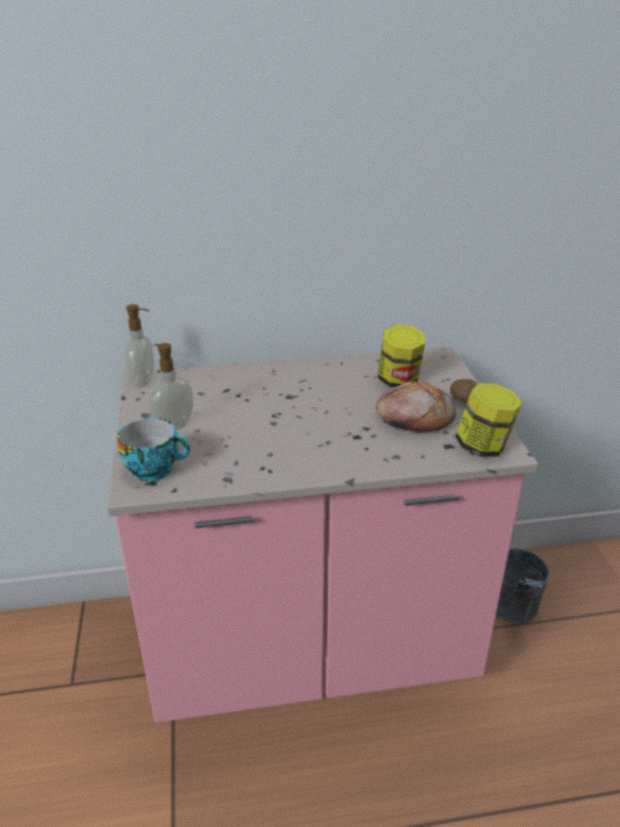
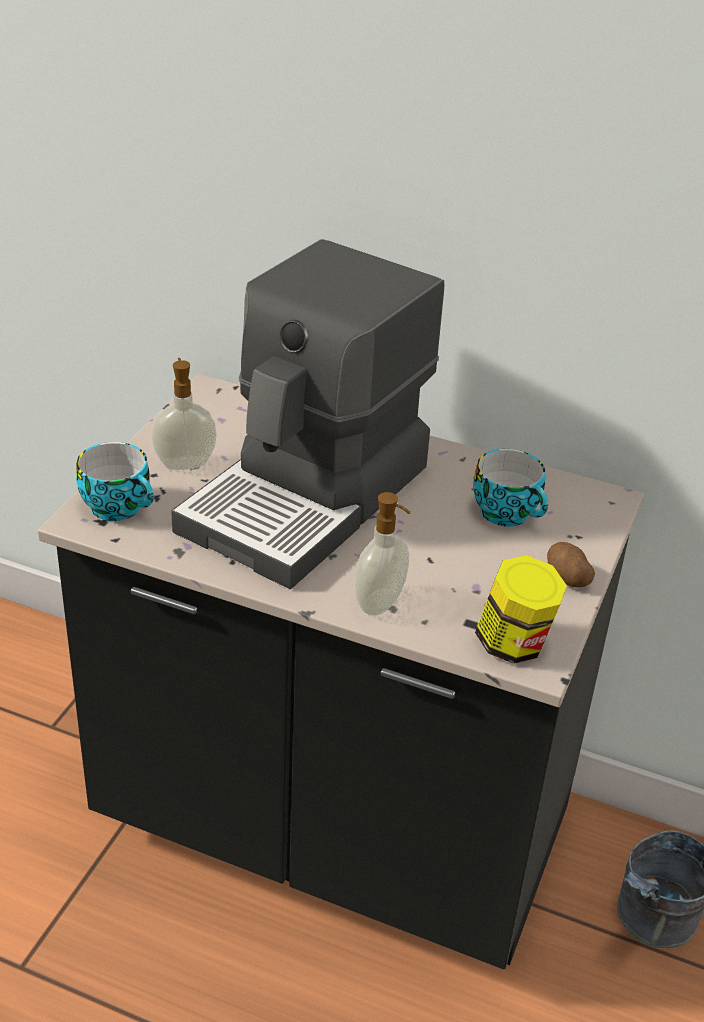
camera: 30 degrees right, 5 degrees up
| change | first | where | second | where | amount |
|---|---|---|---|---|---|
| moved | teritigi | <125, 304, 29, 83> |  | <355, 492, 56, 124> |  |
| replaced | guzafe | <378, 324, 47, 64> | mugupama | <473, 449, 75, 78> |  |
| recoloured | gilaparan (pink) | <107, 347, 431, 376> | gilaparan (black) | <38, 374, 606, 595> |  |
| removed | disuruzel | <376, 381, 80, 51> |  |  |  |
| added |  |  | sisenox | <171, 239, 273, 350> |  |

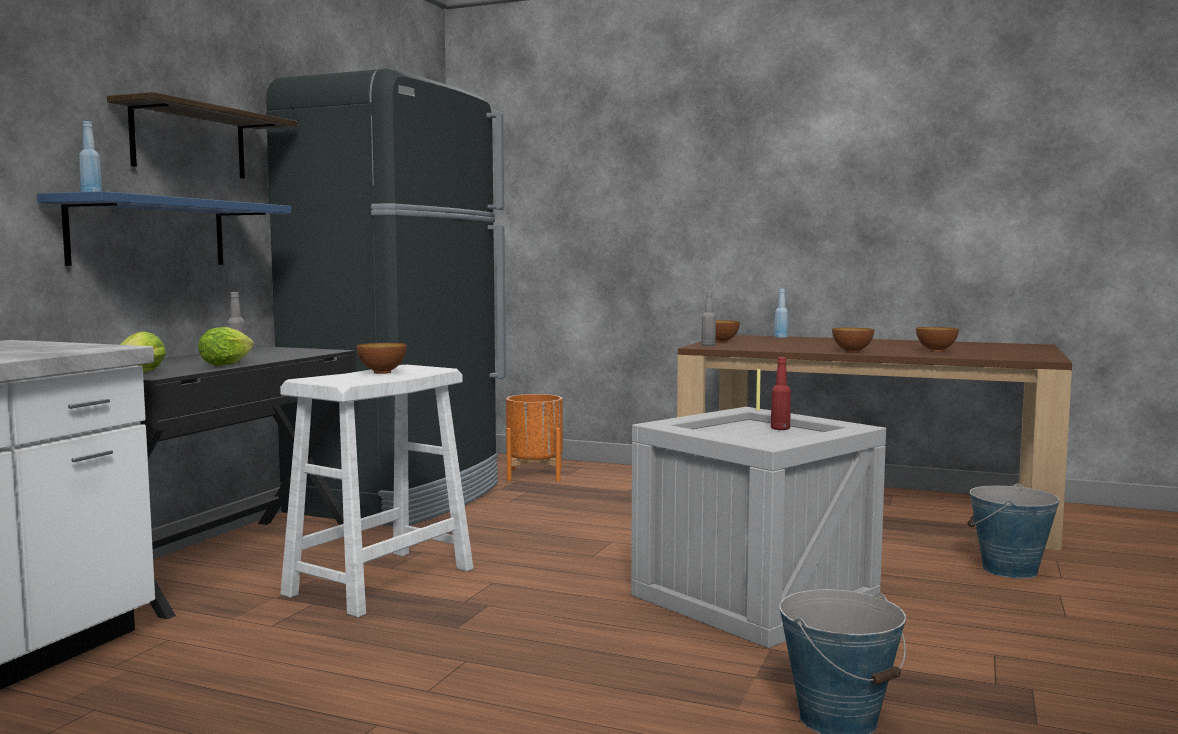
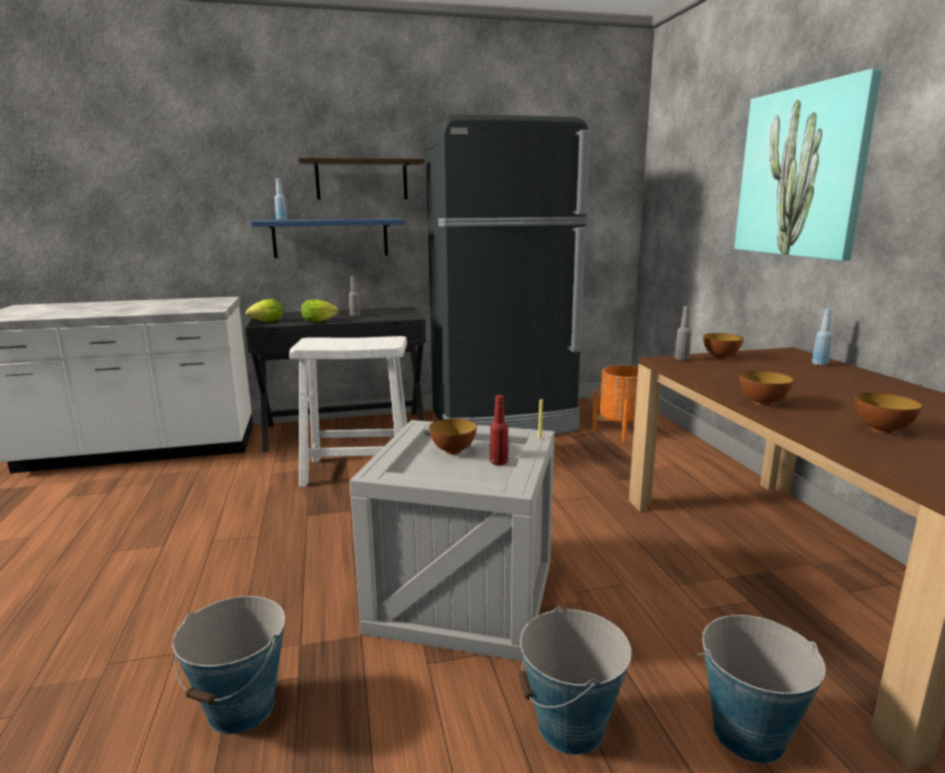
camera: 55 degrees right, 10 degrees up
| change | first | where | second | where | amount |
|---|---|---|---|---|---|
| moved | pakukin | <356, 343, 51, 31> |  | <429, 418, 48, 37> |  |
| added |  |  | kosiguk | <734, 68, 148, 193> |  |
| added |  |  | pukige | <518, 606, 114, 149> |  |

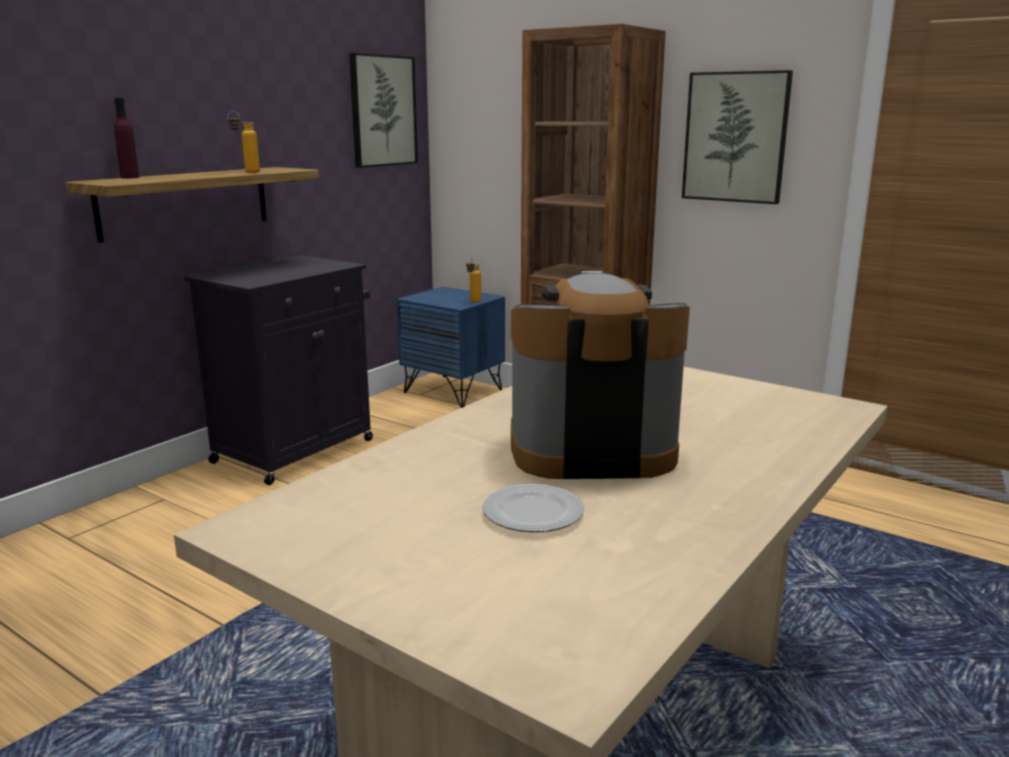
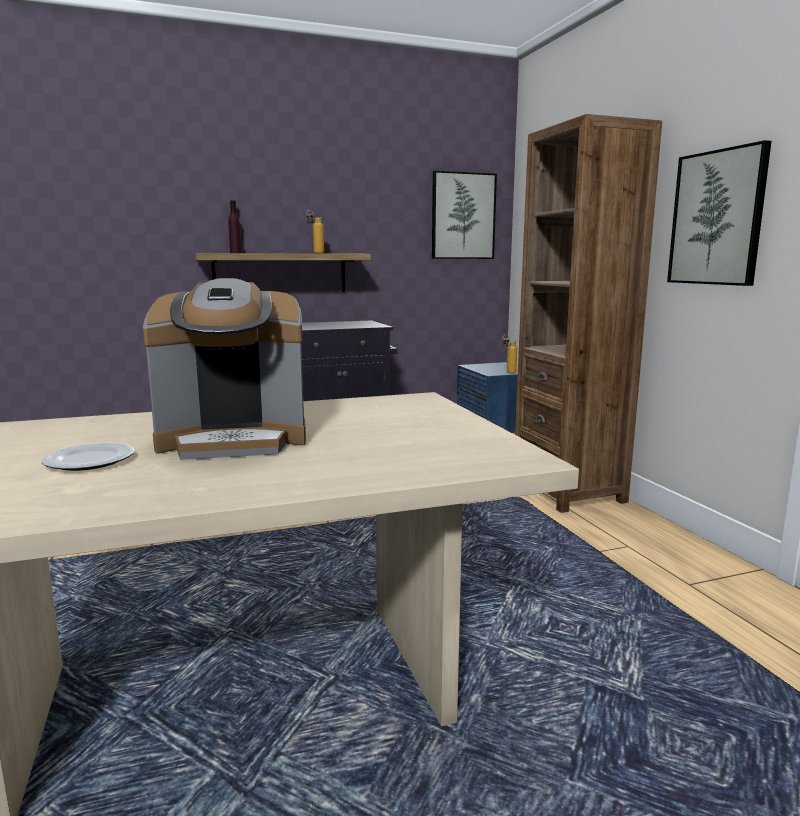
camera: 35 degrees right, 5 degrees down
| change | first | where | second | where | amount |
|---|---|---|---|---|---|
| turned | sisenox | <511, 270, 179, 209> |  | <143, 278, 163, 182> | 135 degrees clockwise |

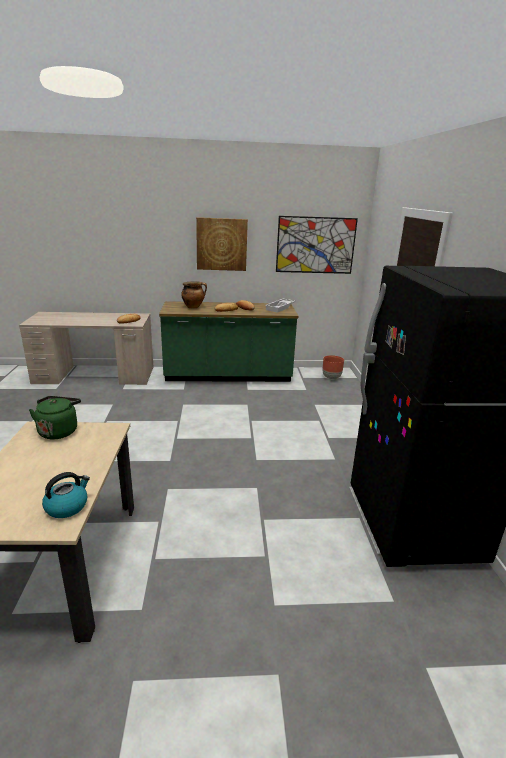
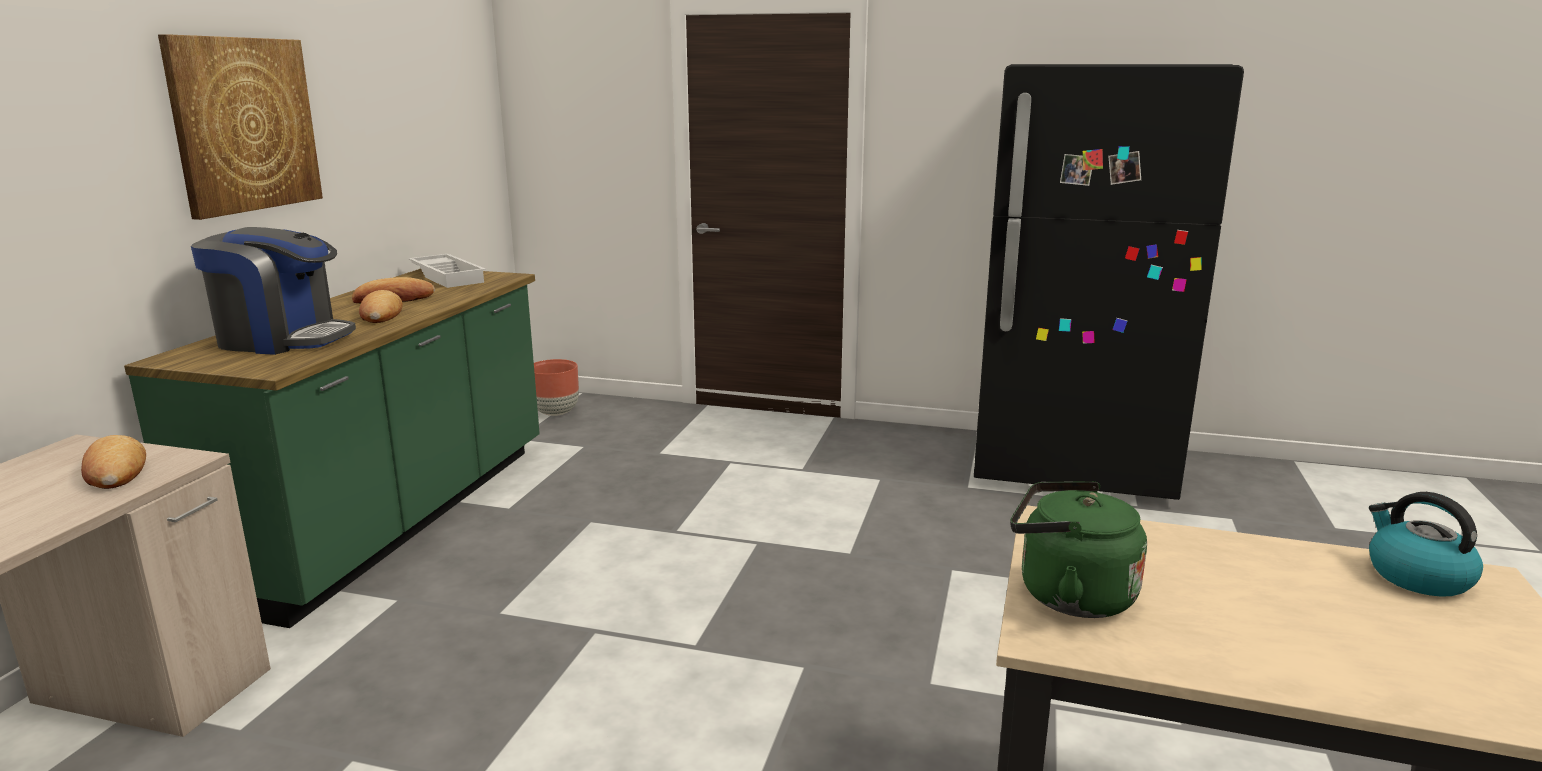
camera: 70 degrees left, 5 degrees down
| change | first | where | second | where | amount |
|---|---|---|---|---|---|
| removed | kosiguk | <276, 216, 82, 58> |  |  |  |
| replaced | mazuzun | <181, 281, 26, 27> | sisenox | <191, 227, 165, 128> |  |

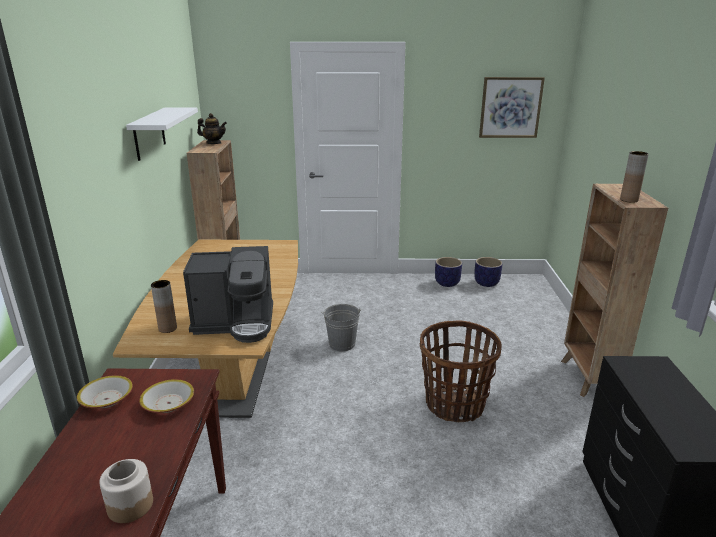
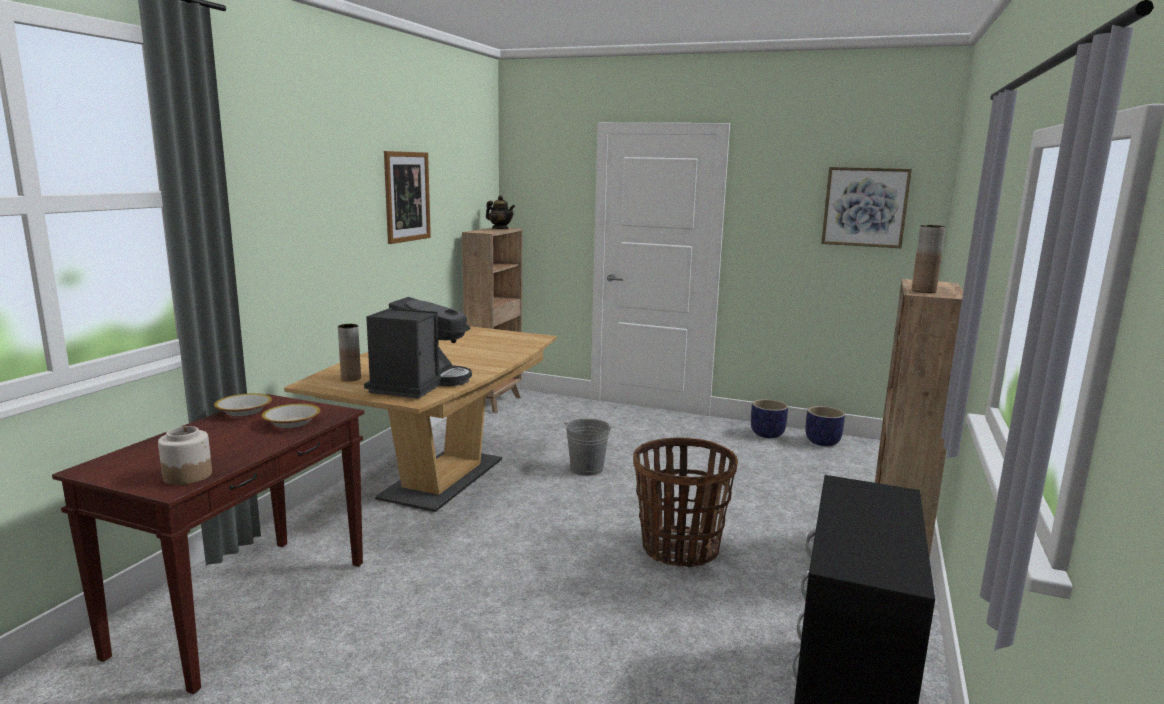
camera: 20 degrees right, 10 degrees down
| change | first | where | second | where | amount |
|---|---|---|---|---|---|
| replaced | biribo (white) | <126, 108, 72, 53> | kosiguk | <384, 151, 47, 93> |  |
| turned | sisenox | <183, 246, 90, 97> |  | <364, 297, 108, 101> | 90 degrees counterclockwise |

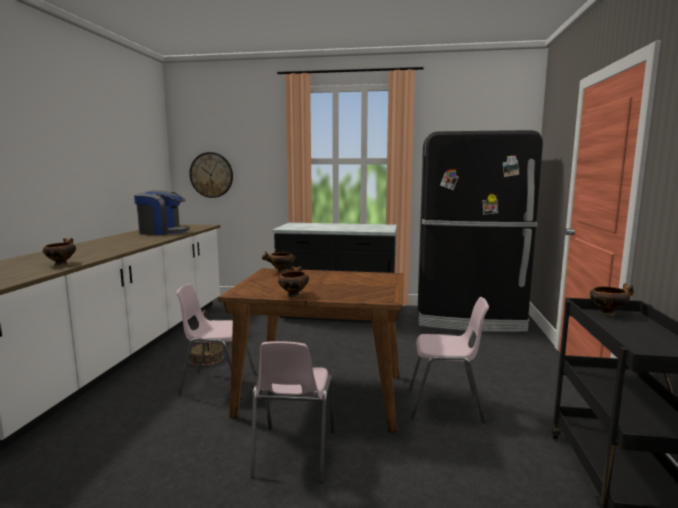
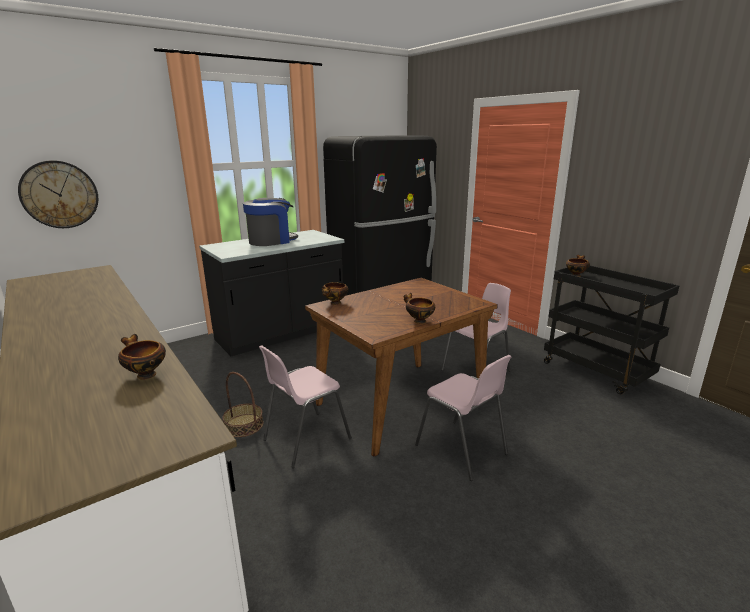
camera: 45 degrees left, 10 degrees up
| change | first | where | second | where | amount |
|---|---|---|---|---|---|
| moved | sisenox | <134, 190, 55, 45> |  | <243, 198, 55, 48> |  |

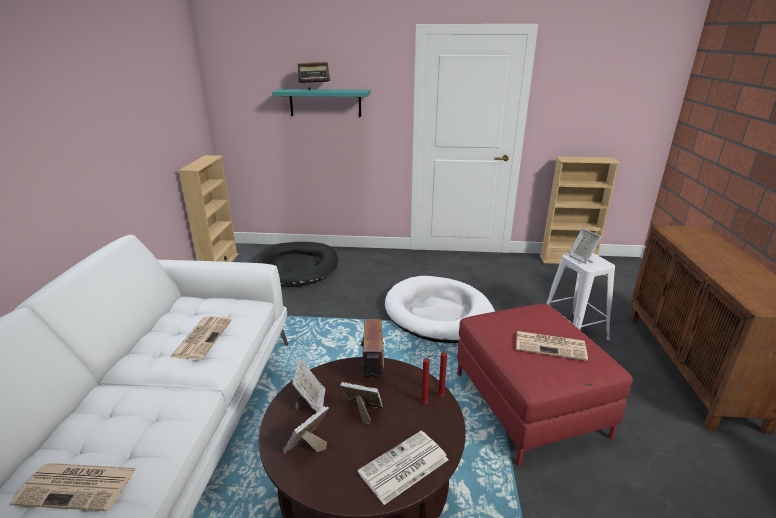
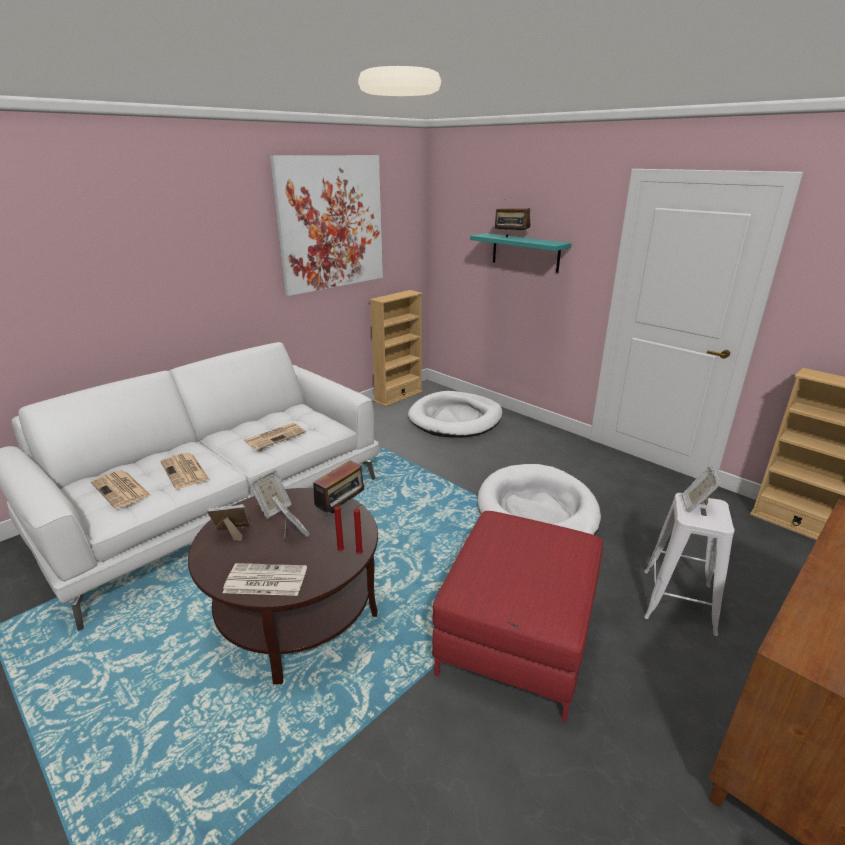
camera: 40 degrees right, 0 degrees up
| change | first | where | second | where | amount |
|---|---|---|---|---|---|
| recoloured | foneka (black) | <252, 242, 86, 45> | foneka (white) | <408, 391, 95, 47> |  |
| moved | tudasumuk | <516, 331, 72, 30> |  | <160, 453, 50, 36> |  |
| added |  |  | kosiguk | <270, 155, 113, 141> |  |

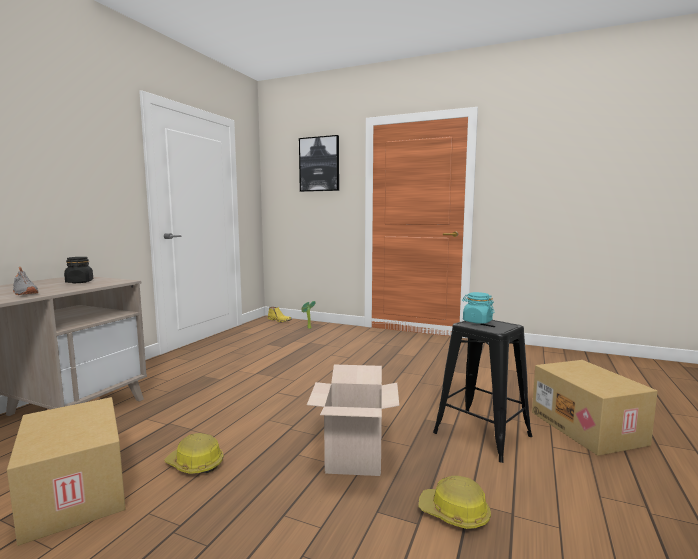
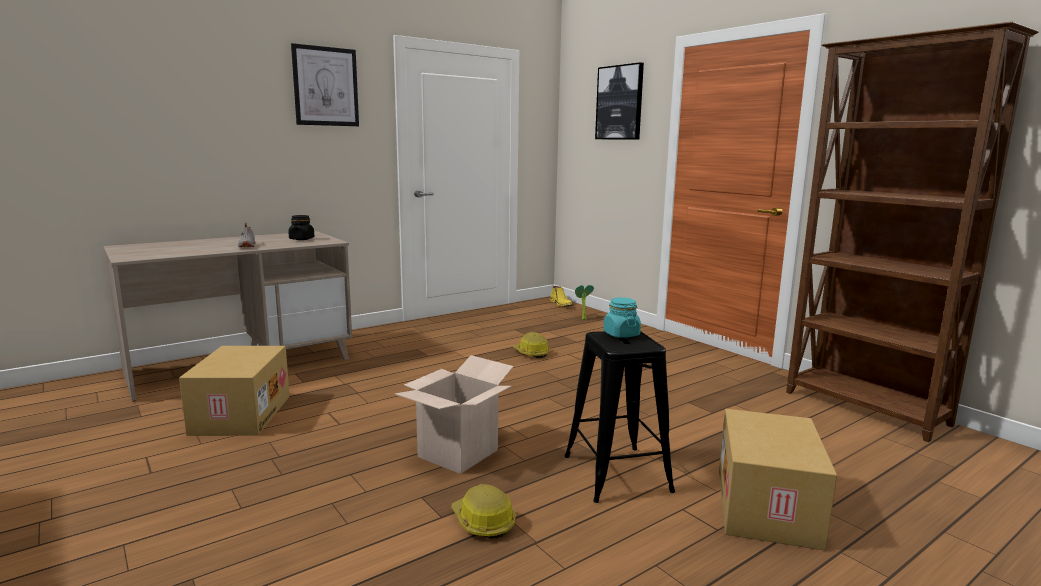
camera: 30 degrees right, 5 degrees up
| change | first | where | second | where | amount |
|---|---|---|---|---|---|
| moved | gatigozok | <164, 433, 60, 41> |  | <513, 332, 37, 26> |  |
| added |  |  | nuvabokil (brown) | <786, 22, 253, 420> |  |
| added |  |  | kosiguk | <291, 43, 68, 83> |  |

